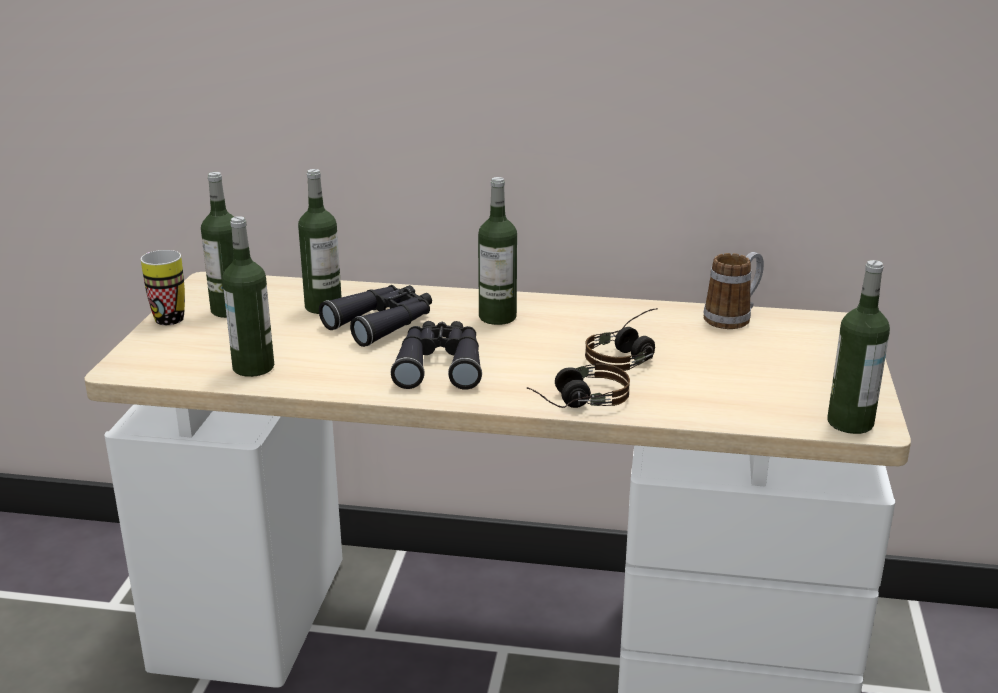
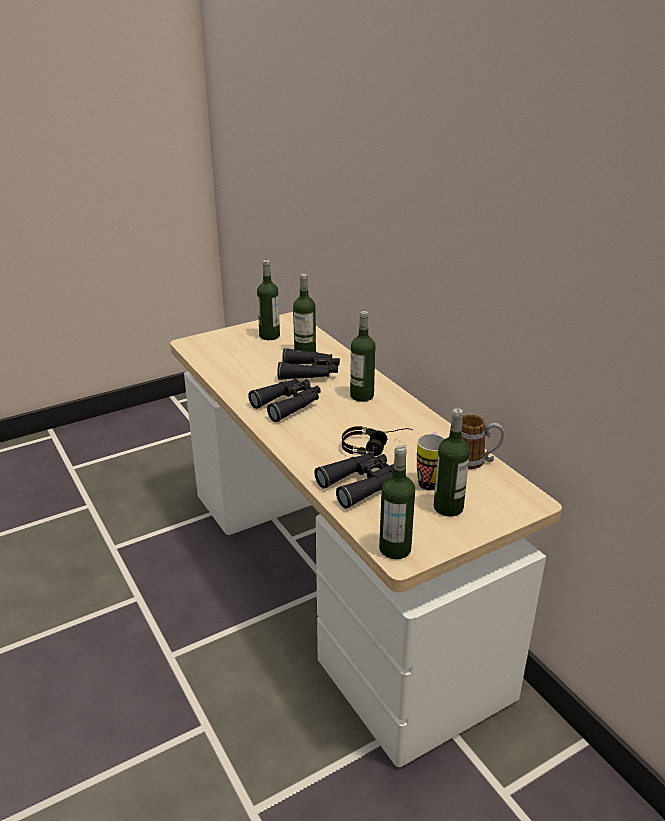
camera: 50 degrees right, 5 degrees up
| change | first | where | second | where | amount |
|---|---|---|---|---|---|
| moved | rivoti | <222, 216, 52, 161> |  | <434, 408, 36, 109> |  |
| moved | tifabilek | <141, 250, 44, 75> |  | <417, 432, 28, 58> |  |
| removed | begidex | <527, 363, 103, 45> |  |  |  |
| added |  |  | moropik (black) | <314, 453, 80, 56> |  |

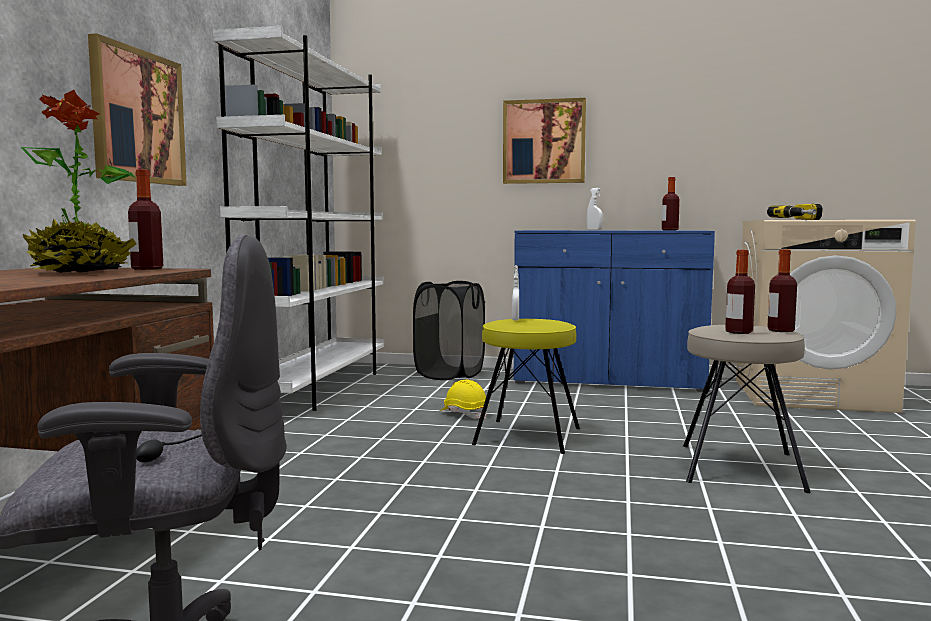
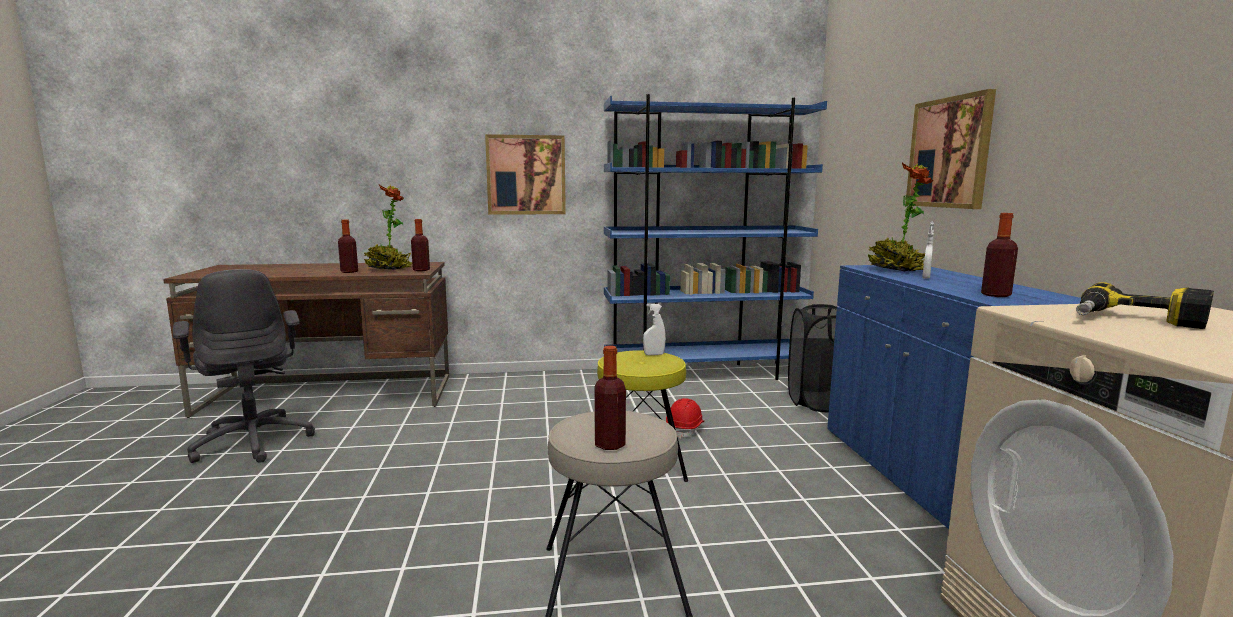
camera: 70 degrees right, 5 degrees up
| change | first | where | second | where | amount |
|---|---|---|---|---|---|
| recoloured | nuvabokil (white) | <213, 26, 171, 385> | nuvabokil (blue) | <604, 94, 223, 286> |  |
| moved | rivoti | <725, 250, 30, 84> |  | <338, 220, 20, 53> |  |
| recoloured | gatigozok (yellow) | <440, 379, 49, 40> | gatigozok (red) | <666, 398, 38, 41> |  |
| added |  |  | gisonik | <868, 163, 66, 108> |  |

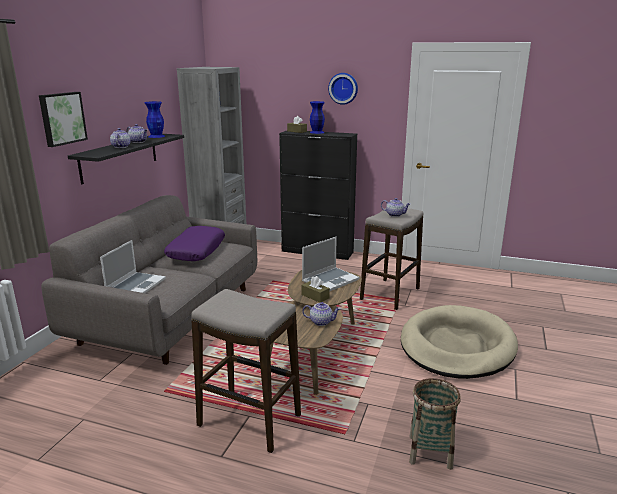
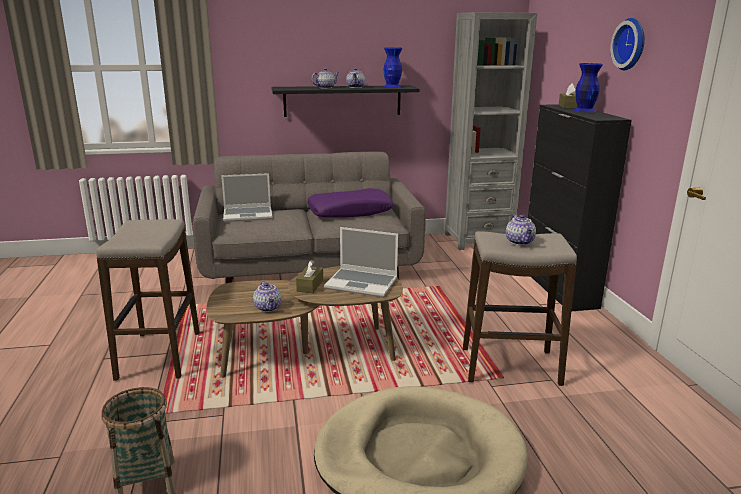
camera: 60 degrees right, 0 degrees up
| change | first | where | second | where | amount |
|---|---|---|---|---|---|
| removed | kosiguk | <39, 92, 49, 55> |  |  |  |

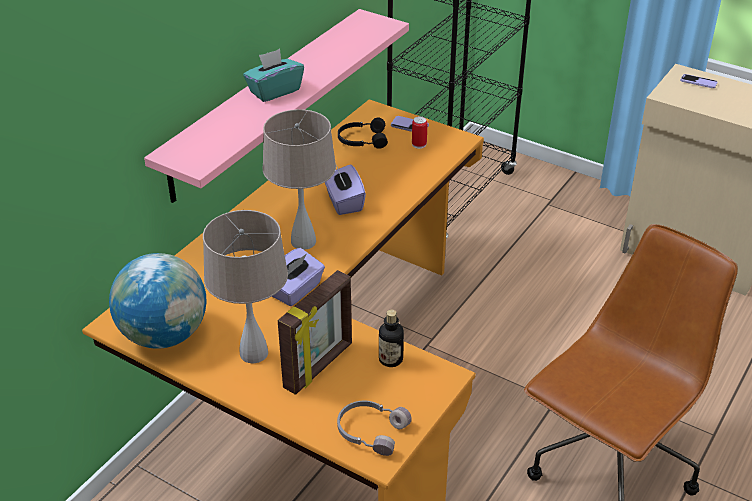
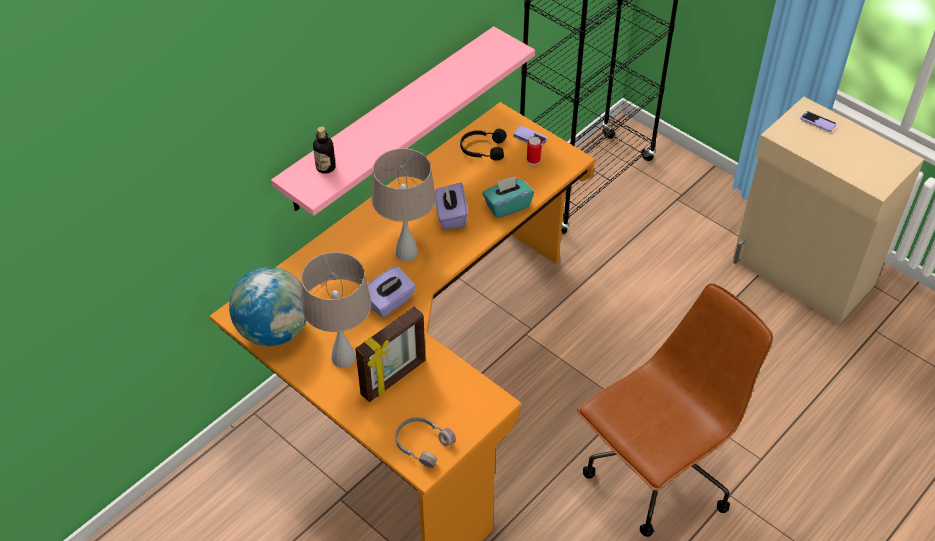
camera: 10 degrees right, 10 degrees up
| change | first | where | second | where | amount |
|---|---|---|---|---|---|
| moved | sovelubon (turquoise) | <243, 49, 61, 53> |  | <482, 176, 52, 42> |  |
| moved | rivoti | <379, 310, 25, 57> |  | <313, 127, 23, 47> |  |

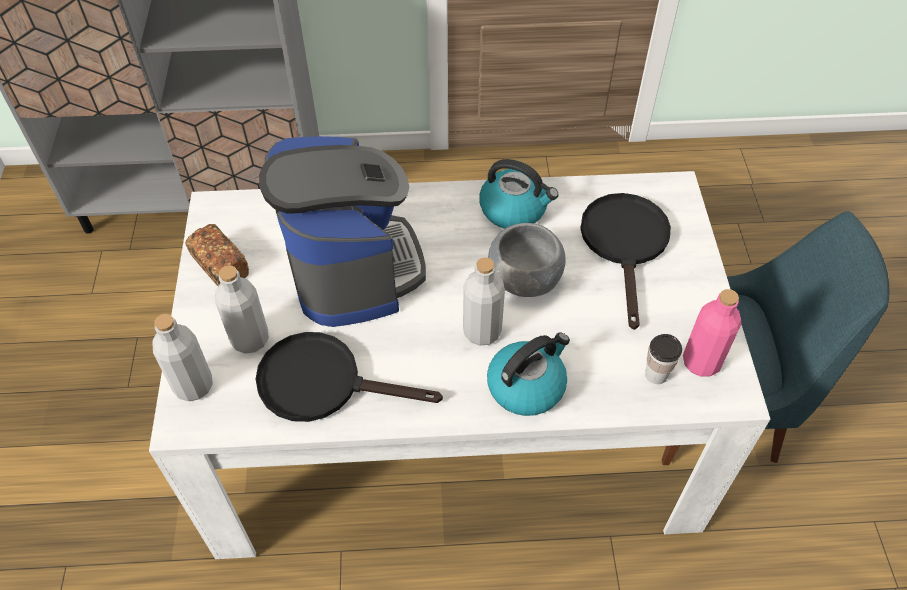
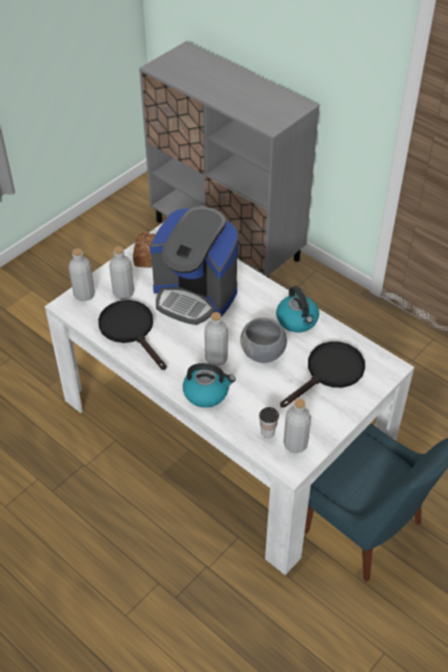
camera: 45 degrees right, 5 degrees down
| change | first | where | second | where | amount |
|---|---|---|---|---|---|
| turned | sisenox | <259, 136, 167, 191> |  | <150, 207, 88, 118> | 90 degrees clockwise |
| recoloured | rivoti (pink) | <683, 289, 59, 88> | rivoti (grey) | <283, 398, 28, 55> |  |

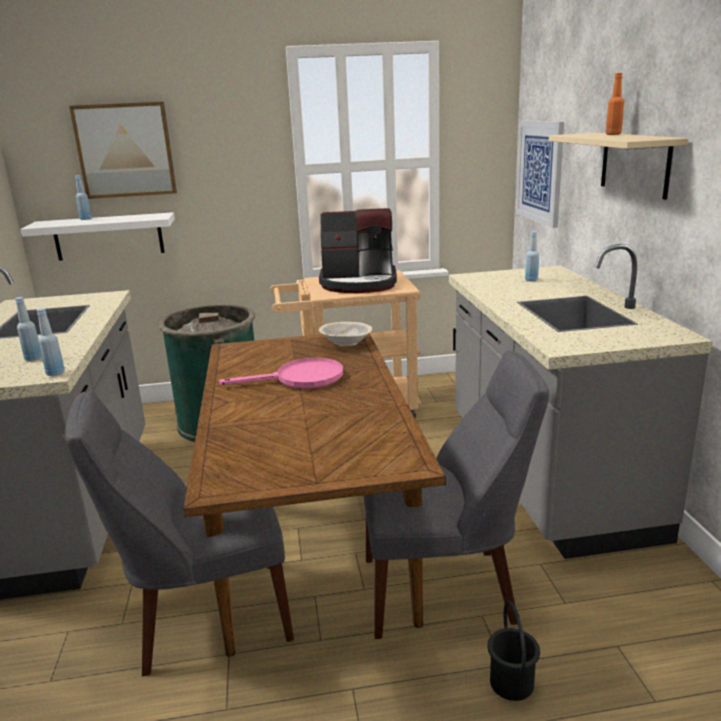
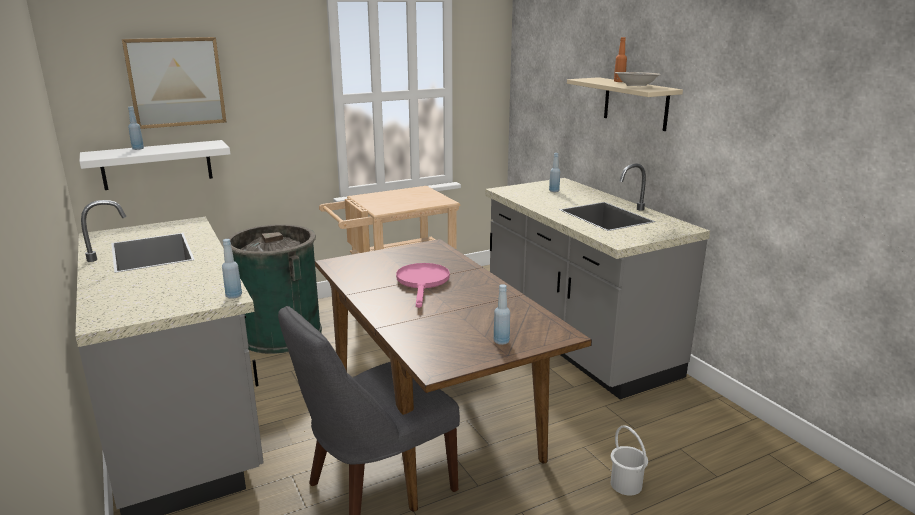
camera: 20 degrees left, 0 degrees up
| change | first | where | second | where | amount |
|---|---|---|---|---|---|
| removed | kosiguk | <516, 121, 48, 107> |  |  |  |
| removed | sisenox | <319, 208, 78, 85> |  |  |  |
| moved | rivoti (blue) | <15, 297, 27, 64> |  | <493, 284, 17, 61> |  |
| moved | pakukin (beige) | <319, 322, 53, 24> |  | <615, 72, 46, 14> |  |
| removed | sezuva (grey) | <364, 351, 185, 288> |  |  |  |
| turned | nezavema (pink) | <219, 358, 124, 31> |  | <396, 263, 54, 45> | 60 degrees counterclockwise |
| recoloured | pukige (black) | <488, 601, 52, 100> | pukige (white) | <610, 425, 38, 71> |  |

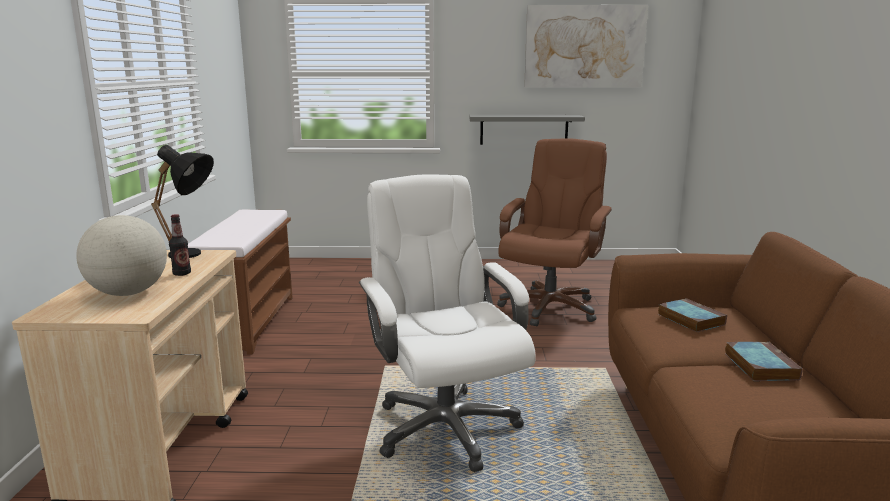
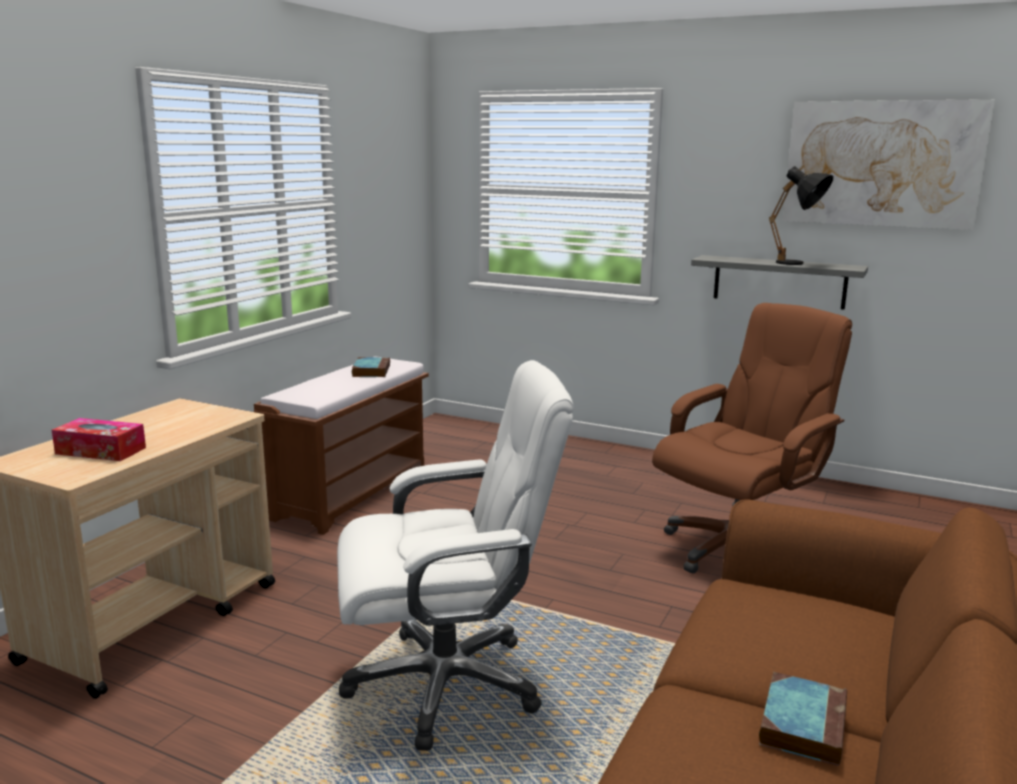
camera: 25 degrees right, 0 degrees up
| change | first | where | second | where | amount |
|---|---|---|---|---|---|
| moved | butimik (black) | <151, 145, 63, 113> |  | <769, 166, 64, 99> |  |
| turned | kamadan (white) | <359, 175, 177, 297> |  | <337, 360, 237, 391> | 75 degrees clockwise |
| removed | rivoti | <169, 214, 22, 62> |  |  |  |
| replaced | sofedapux | <76, 215, 91, 81> | sovelubon | <52, 418, 94, 43> |  |
| moved | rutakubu | <658, 298, 69, 34> |  | <352, 357, 38, 20> |  |

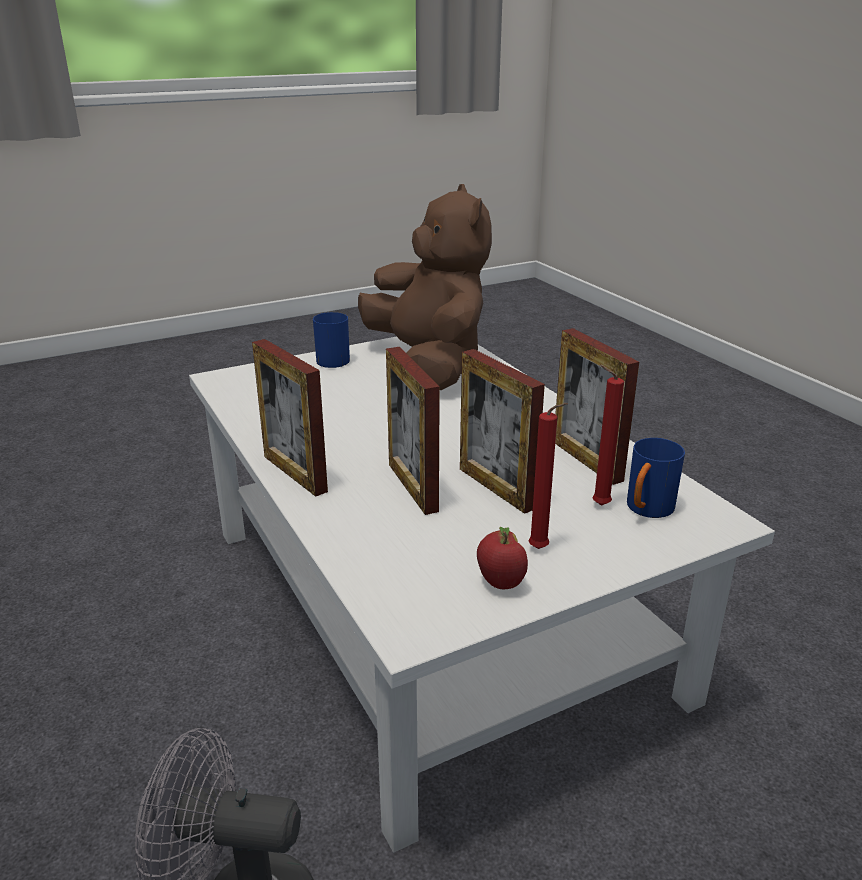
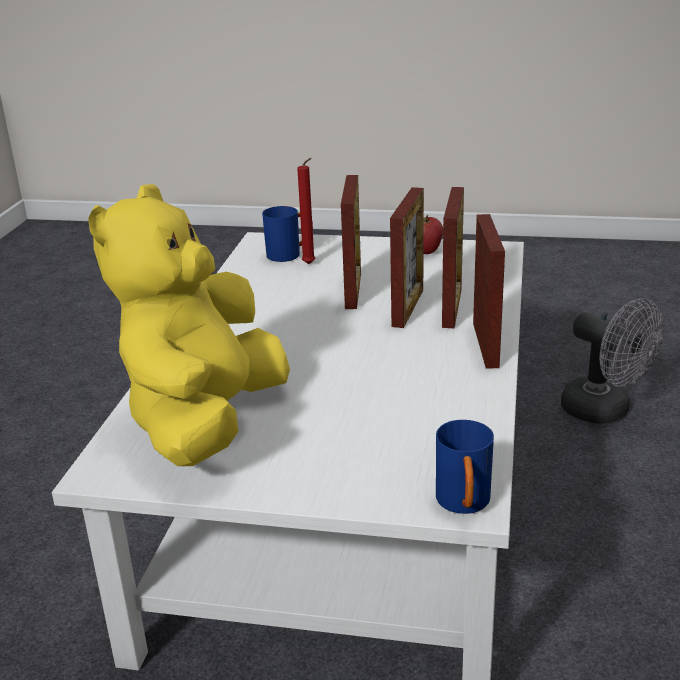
camera: 140 degrees left, 0 degrees up
| change | first | where | second | where | amount |
|---|---|---|---|---|---|
| recoloured | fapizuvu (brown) | <358, 184, 134, 206> | fapizuvu (yellow) | <88, 184, 202, 282> |  |
| moved | tifabilek (blue) | <313, 312, 37, 56> |  | <436, 420, 58, 94> |  |
| moved | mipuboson | <555, 328, 84, 157> |  | <442, 187, 22, 141> |  |
| removed | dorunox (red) | <529, 403, 39, 146> |  |  |  |

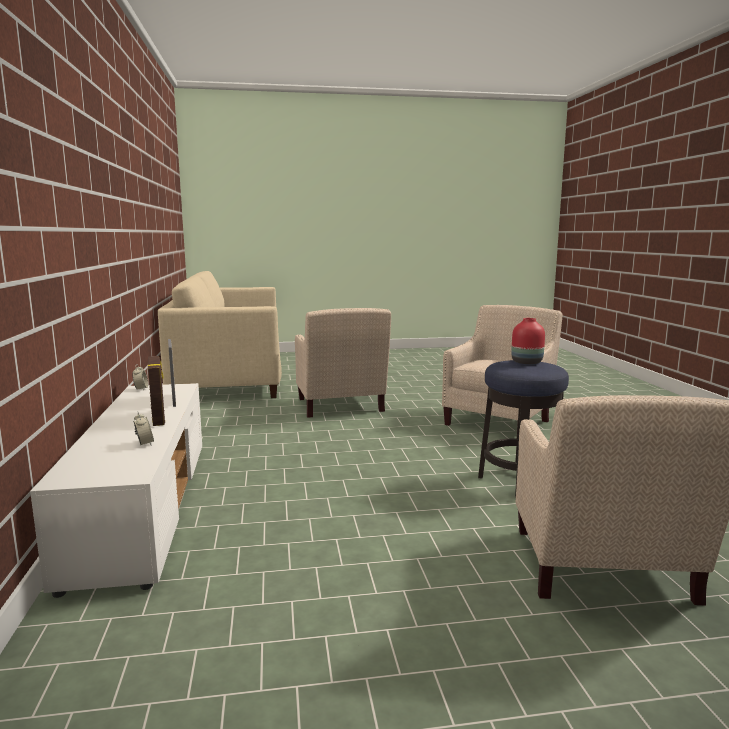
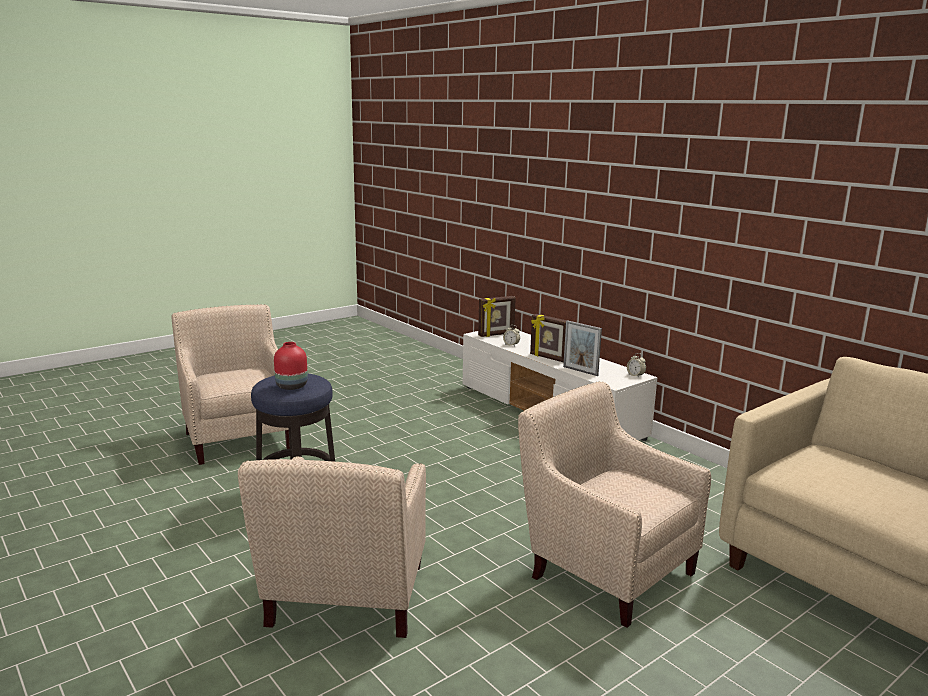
camera: 150 degrees right, 5 degrees up
| change | first | where | second | where | amount |
|---|---|---|---|---|---|
| added |  |  | mipuboson | <478, 296, 38, 41> |  |

